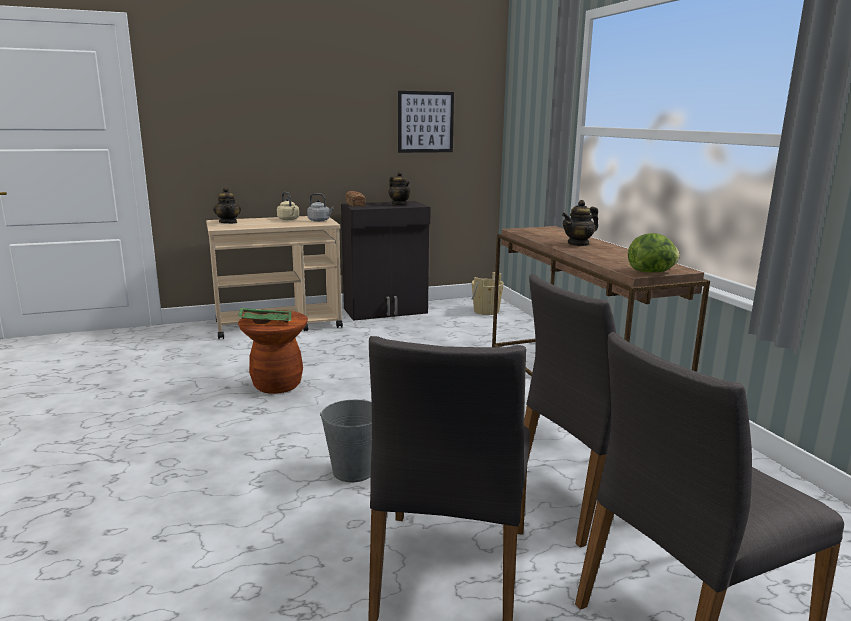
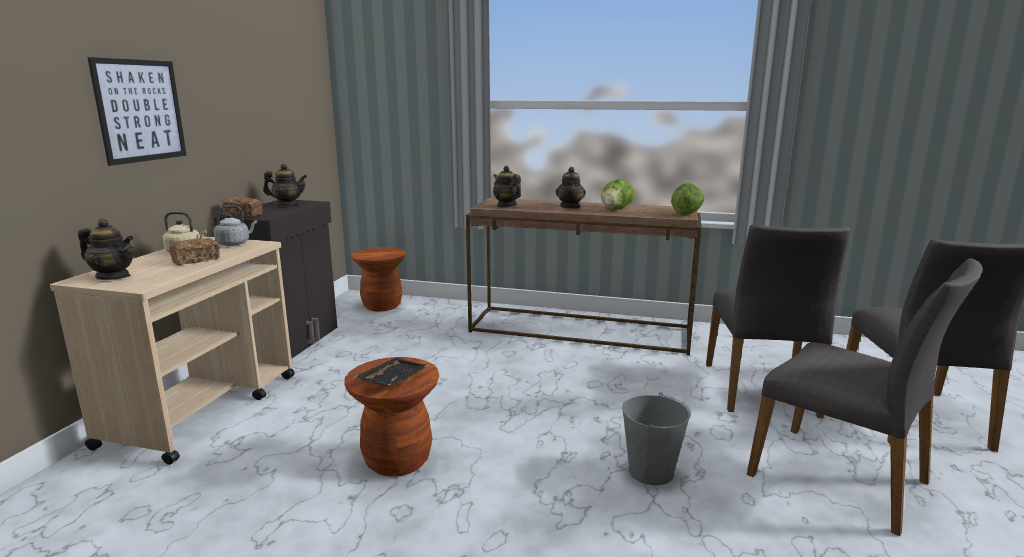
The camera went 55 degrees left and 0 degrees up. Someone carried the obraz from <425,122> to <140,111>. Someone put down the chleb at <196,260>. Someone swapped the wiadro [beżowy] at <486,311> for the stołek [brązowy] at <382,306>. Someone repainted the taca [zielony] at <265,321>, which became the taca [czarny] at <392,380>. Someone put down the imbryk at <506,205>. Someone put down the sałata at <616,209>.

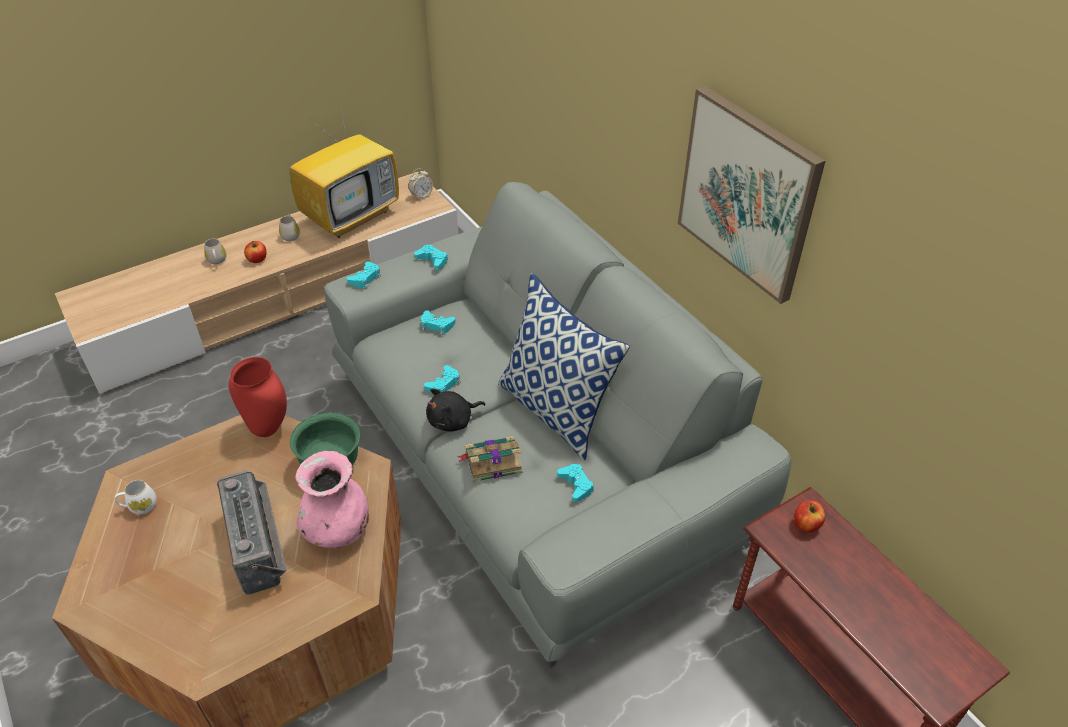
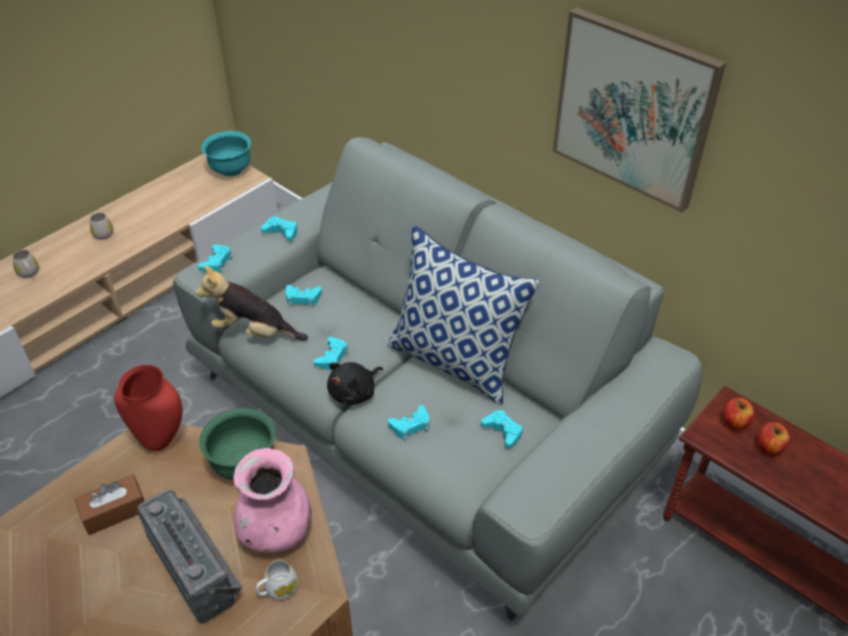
The camera went 15 degrees left and 0 degrees up. Someone put down the pudełko chusteczek [brązowy] at <114,511>. Someone put down the pluszak at <254,332>. Someone swapped the budzik at <421,195> for the miska [turkusowy] at <230,170>. Someone carried the kubek [biały] from <139,506> to <278,590>. Someone swapped the książka at <492,462> for the pad do gier [turkusowy] at <411,426>. Someone carried the jabłko from <257,259> to <769,447>. Someone took away the telewizor at <352,216>.

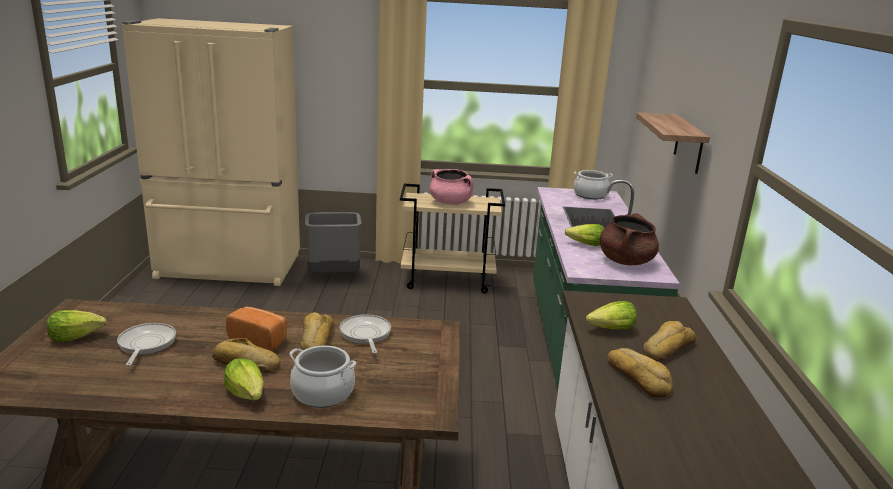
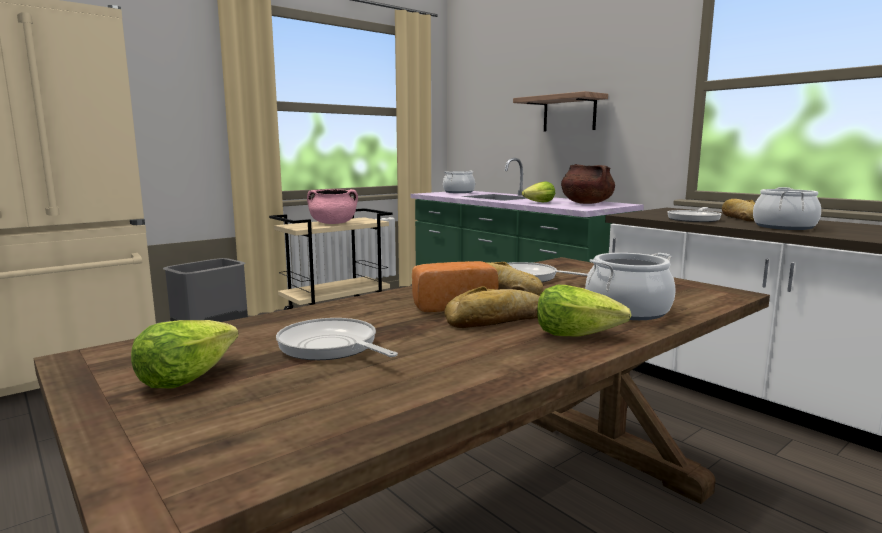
The camera went 40 degrees left and 10 degrees down. Someone swapped the sałata at <611,329> for the patelnia at <694,219>. Someone swapped the chleb at <638,377> for the garnek at <784,227>.

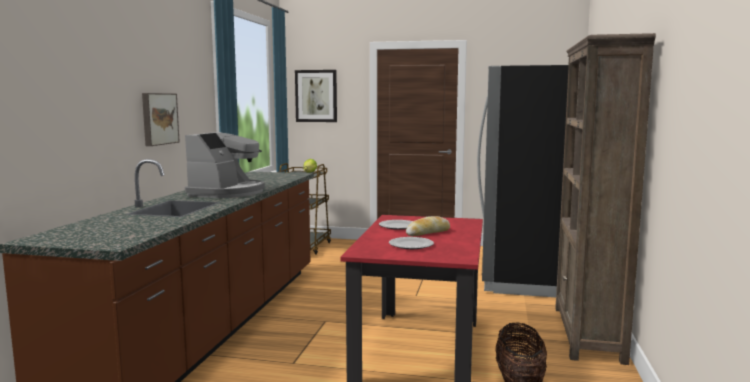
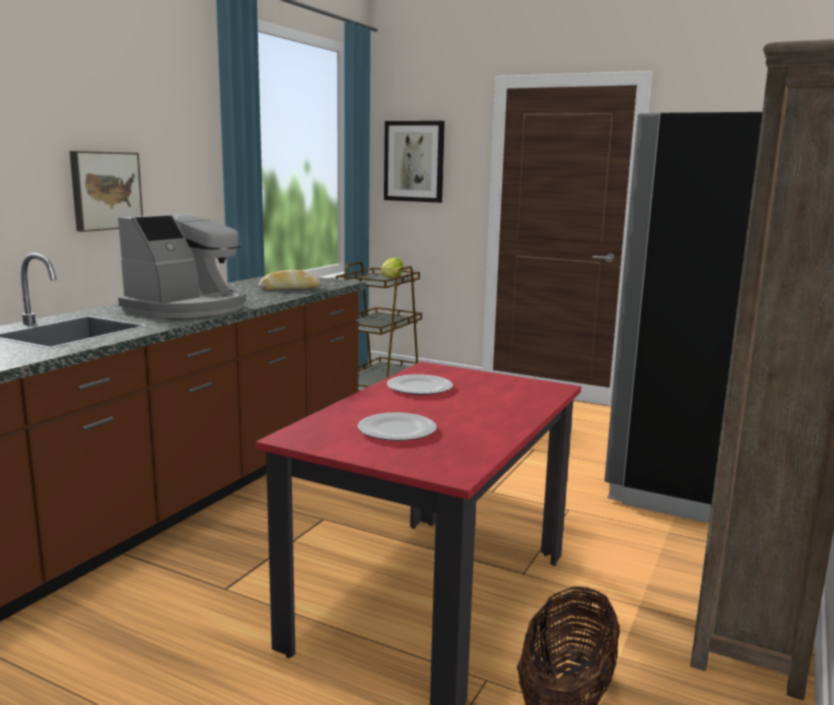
The camera went 15 degrees right and 5 degrees up. Someone carried the chleb from <428,232> to <289,288>.

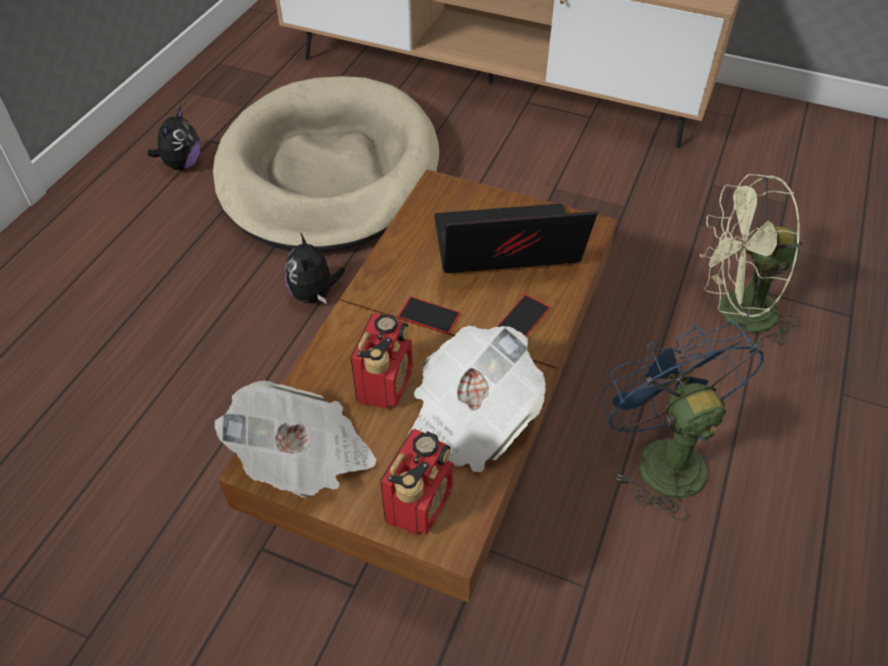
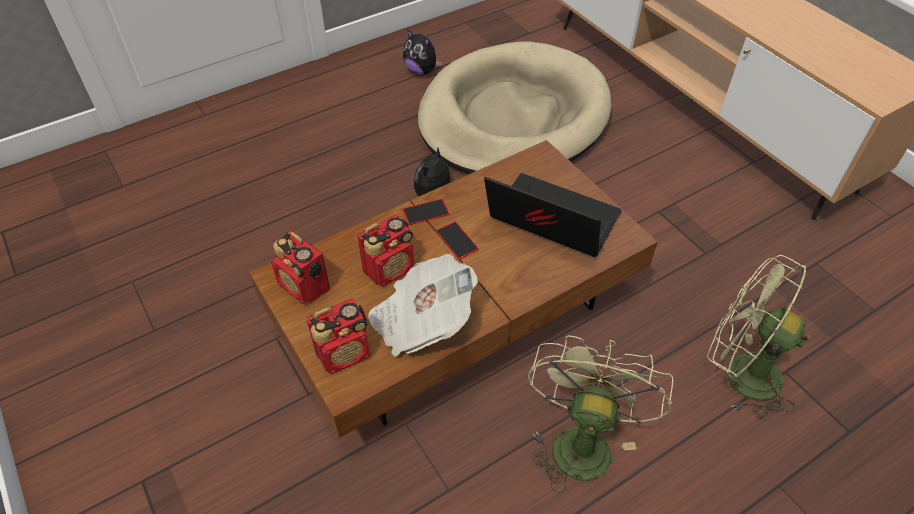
The camera went 35 degrees right and 0 degrees up. Someone swapped the gazeta at <305,458> for the radio at <304,287>. Someone carried the telefon from <523,318> to <425,212>. Someone rotated the pluszak at <182,164> by 75 degrees clockwise. Someone repainted the wentylator [niebieski] at <661,456>, which became the wentylator [zielony] at <580,439>.

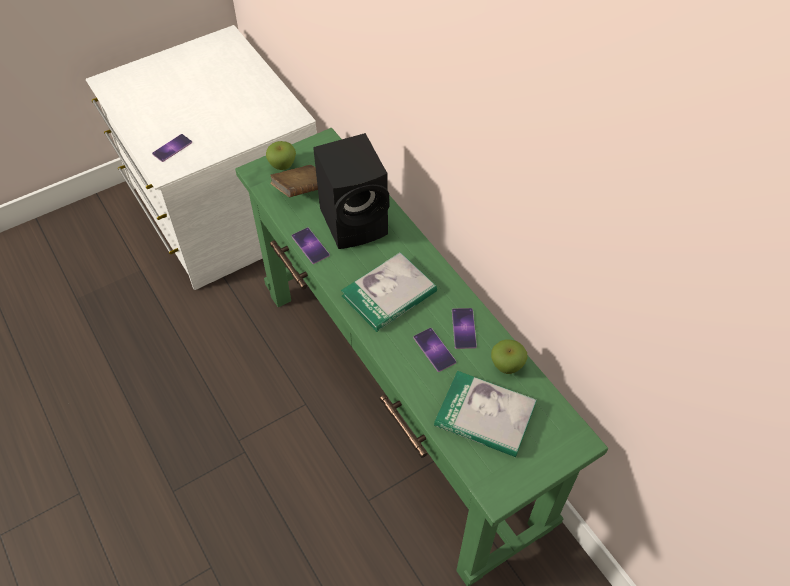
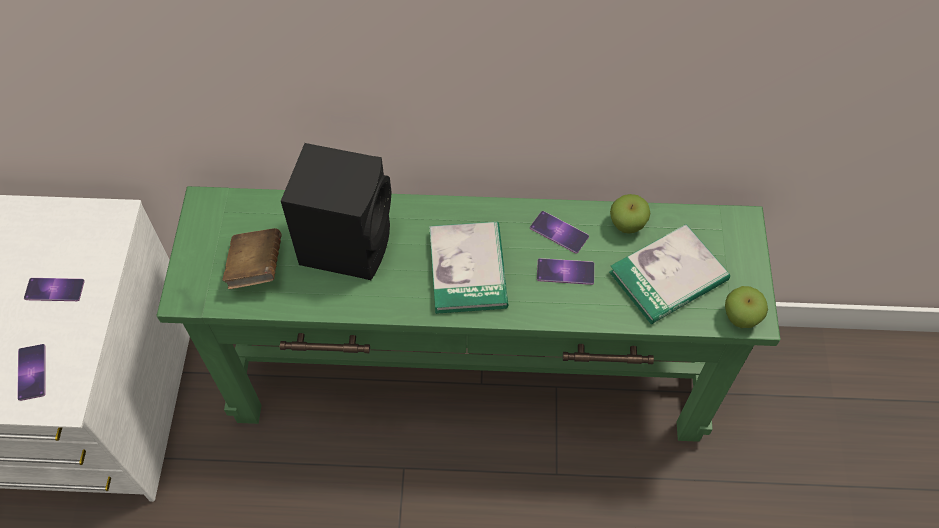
The camera went 55 degrees left and 5 degrees up. Someone carried the telefon from <310,245> to <54,289>. Someone carried the jabłko from <282,165> to <740,317>.

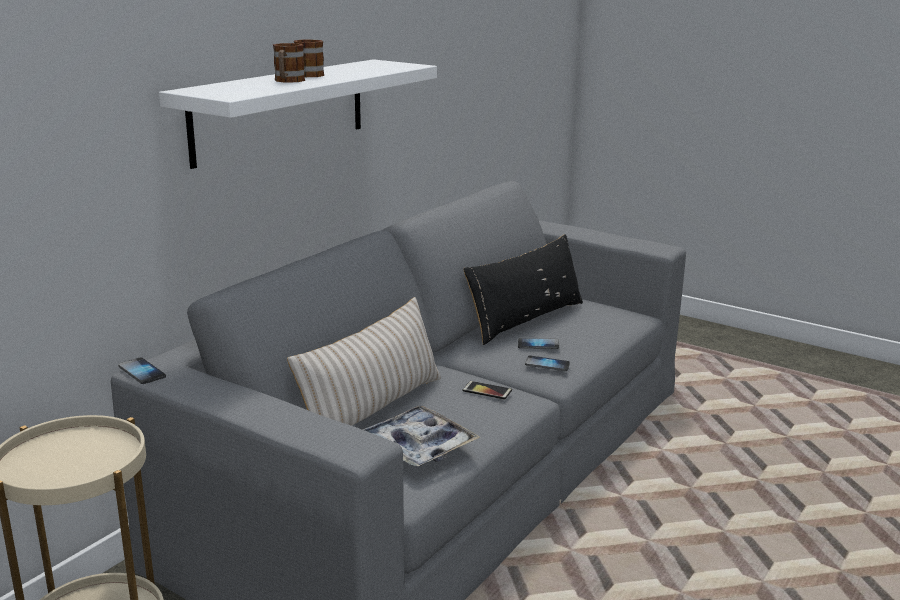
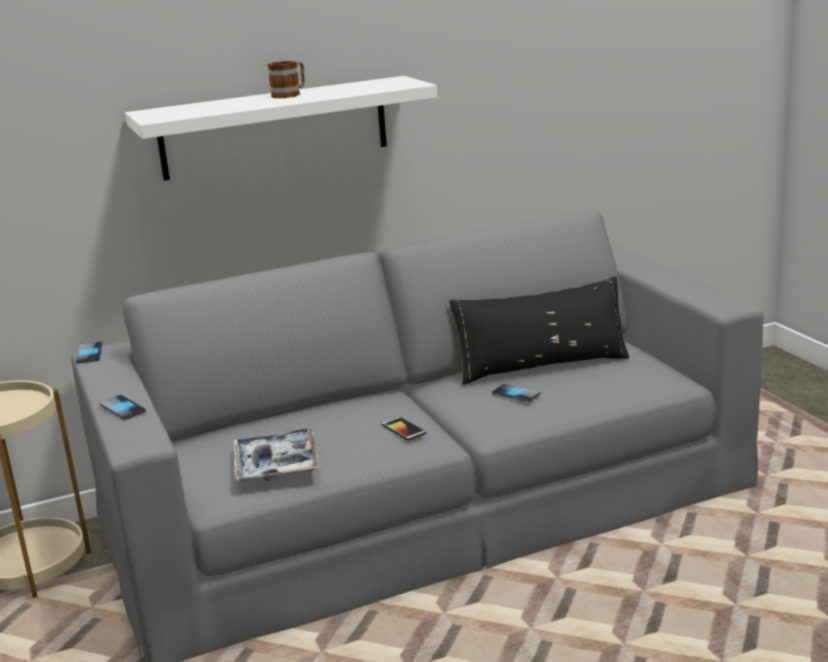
The camera went 35 degrees right and 0 degrees up. Someone carried the telefon from <547,365> to <122,409>. Someone took away the kubek at <288,81>. Someone took away the poduszka [beżowy] at <372,408>.

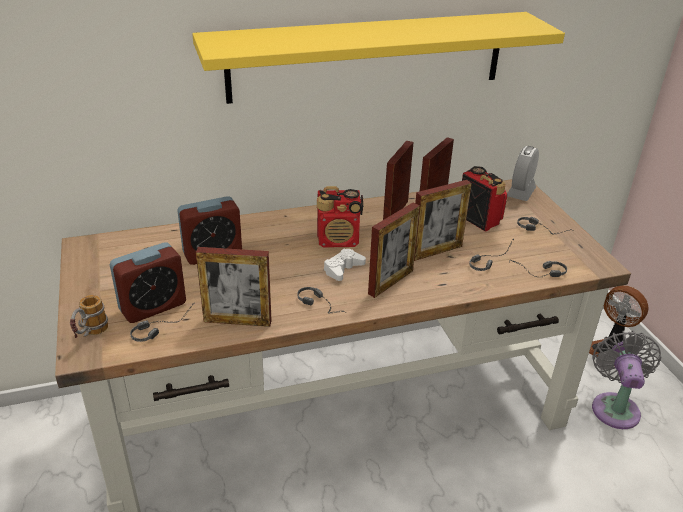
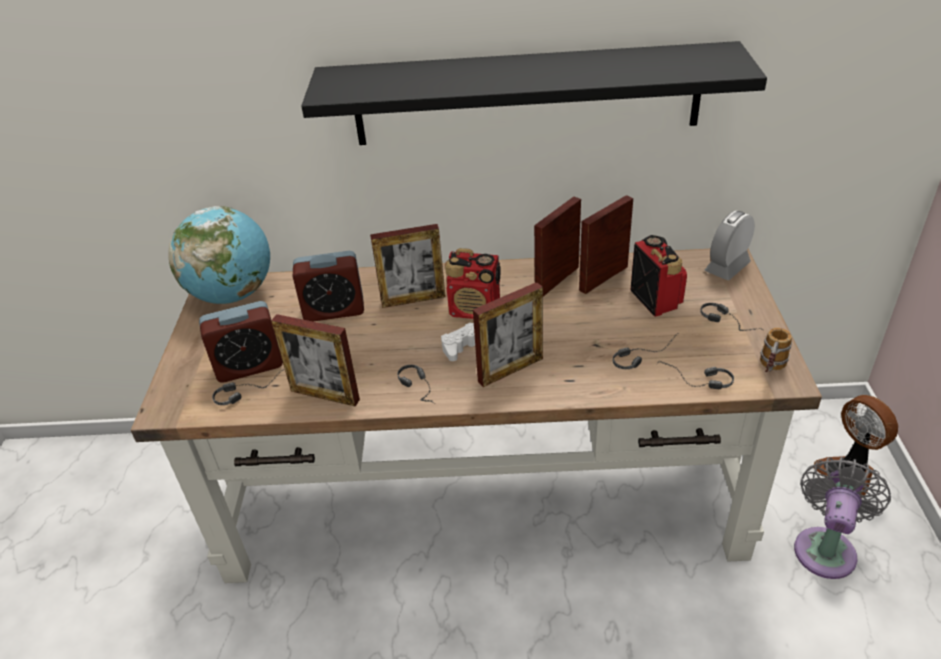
The camera went 20 degrees right and 5 degrees up. Someone put down the globus at <233,294>. Someone repainted the półka [żółty] at <368,56>, which became the półka [czarny] at <526,95>. Someone carried the ramka na zdjęcie from <436,251> to <413,300>. Someone carried the kubek from <90,335> to <770,369>.

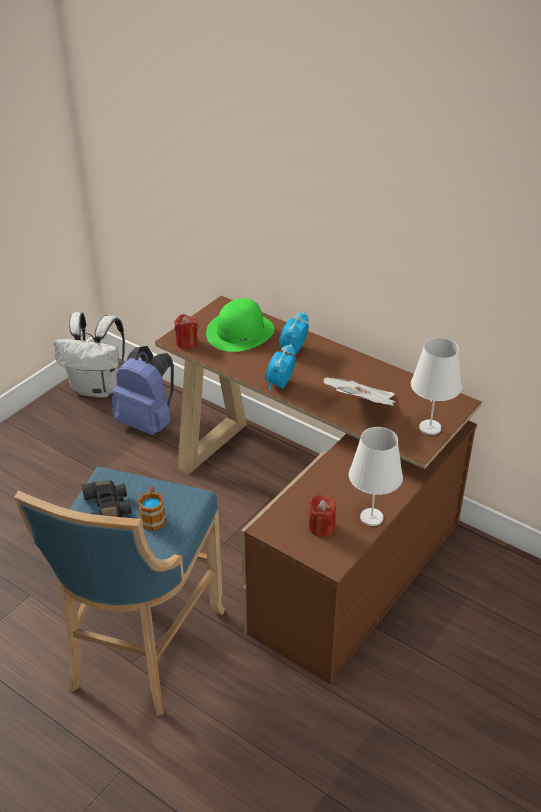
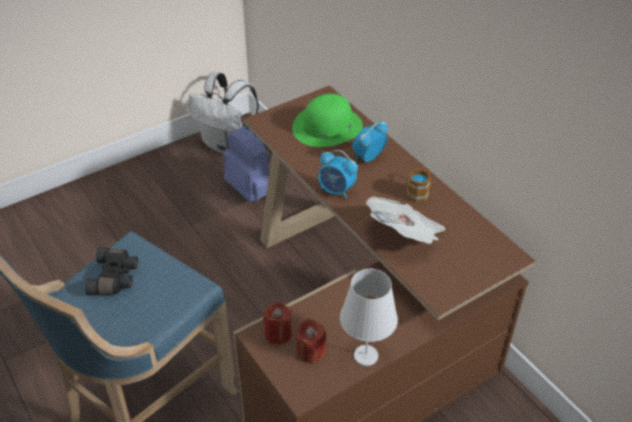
The camera went 20 degrees right and 5 degrees up. Someone carried the świeca [czerwony] from <186,343> to <278,333>. Someone rotated the budzik at <280,384> by 105 degrees counterclockwise. Someone carried the kubek from <153,517> to <418,191>. Someone took away the lampa stołowa [biały] at <429,427>.

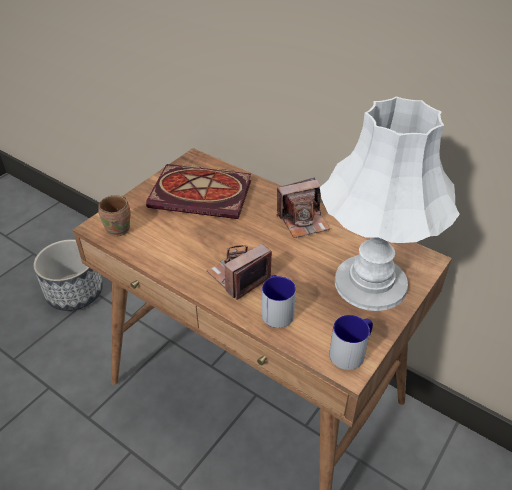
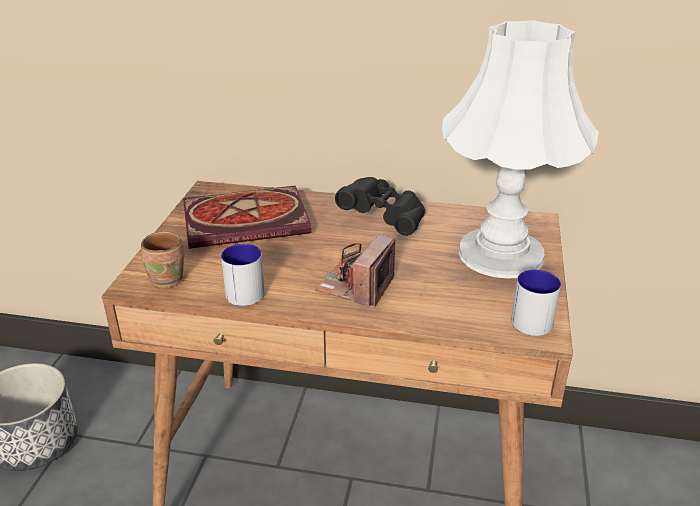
The camera went 25 degrees left and 10 degrees down. Someone carried the kubek from <276,310> to <241,290>. Someone swapped the aparat fotograficzny at <303,221> for the lornetka [czarny] at <384,218>.

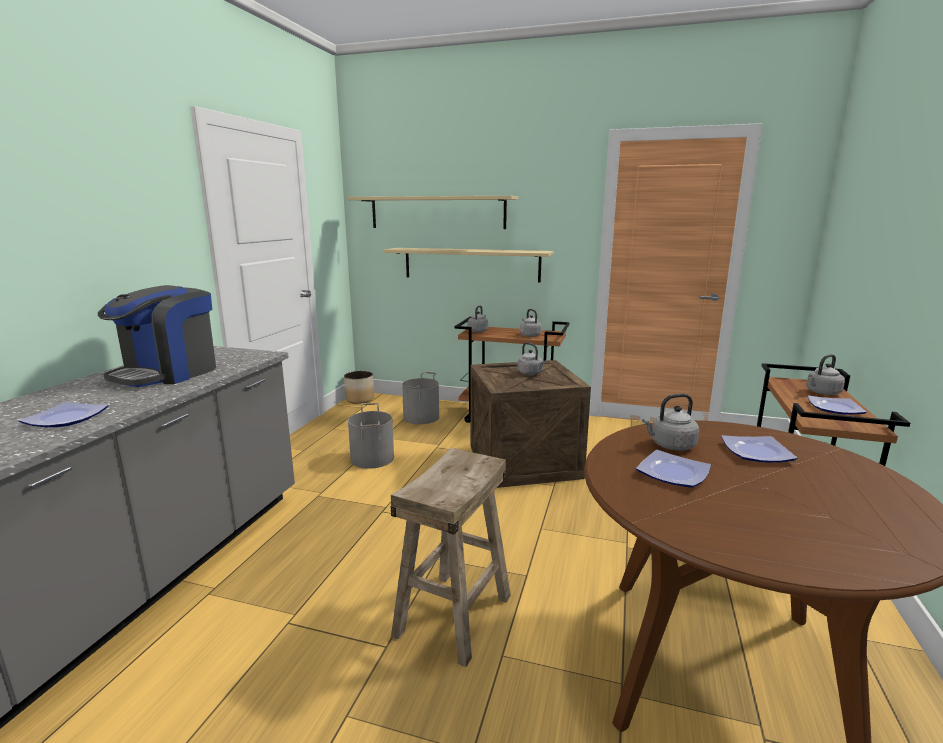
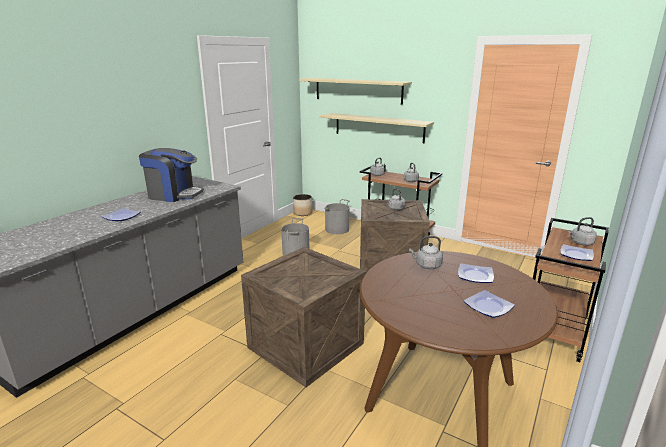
The camera went 15 degrees right and 5 degrees up. Someone rotated the ekspres do kawy at <168,373> by 120 degrees counterclockwise. Someone swapped the stołek [beżowy] at <453,614> for the skrzynka at <306,344>. Someone carried the talerz from <672,472> to <488,306>.

